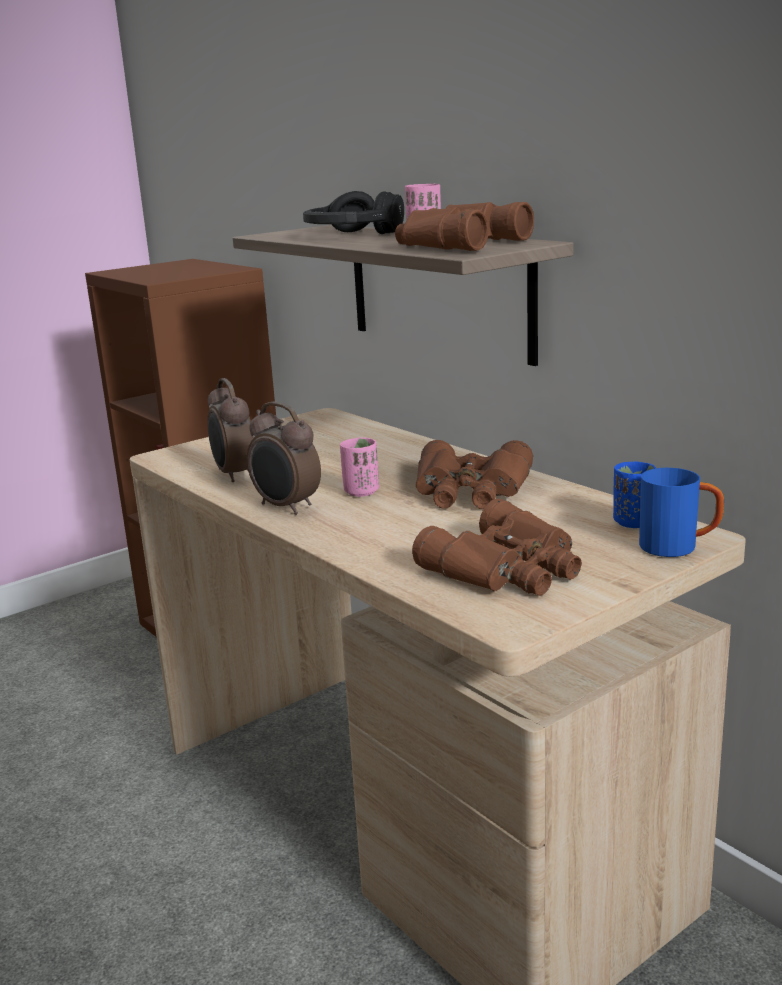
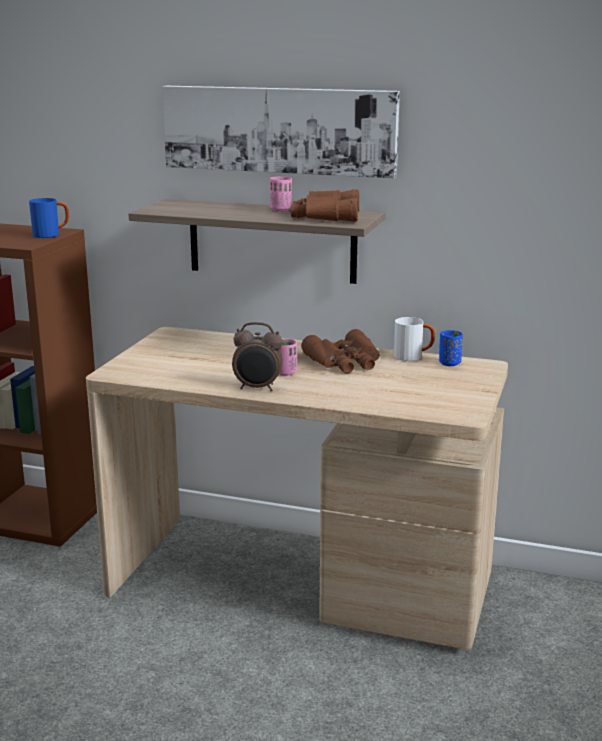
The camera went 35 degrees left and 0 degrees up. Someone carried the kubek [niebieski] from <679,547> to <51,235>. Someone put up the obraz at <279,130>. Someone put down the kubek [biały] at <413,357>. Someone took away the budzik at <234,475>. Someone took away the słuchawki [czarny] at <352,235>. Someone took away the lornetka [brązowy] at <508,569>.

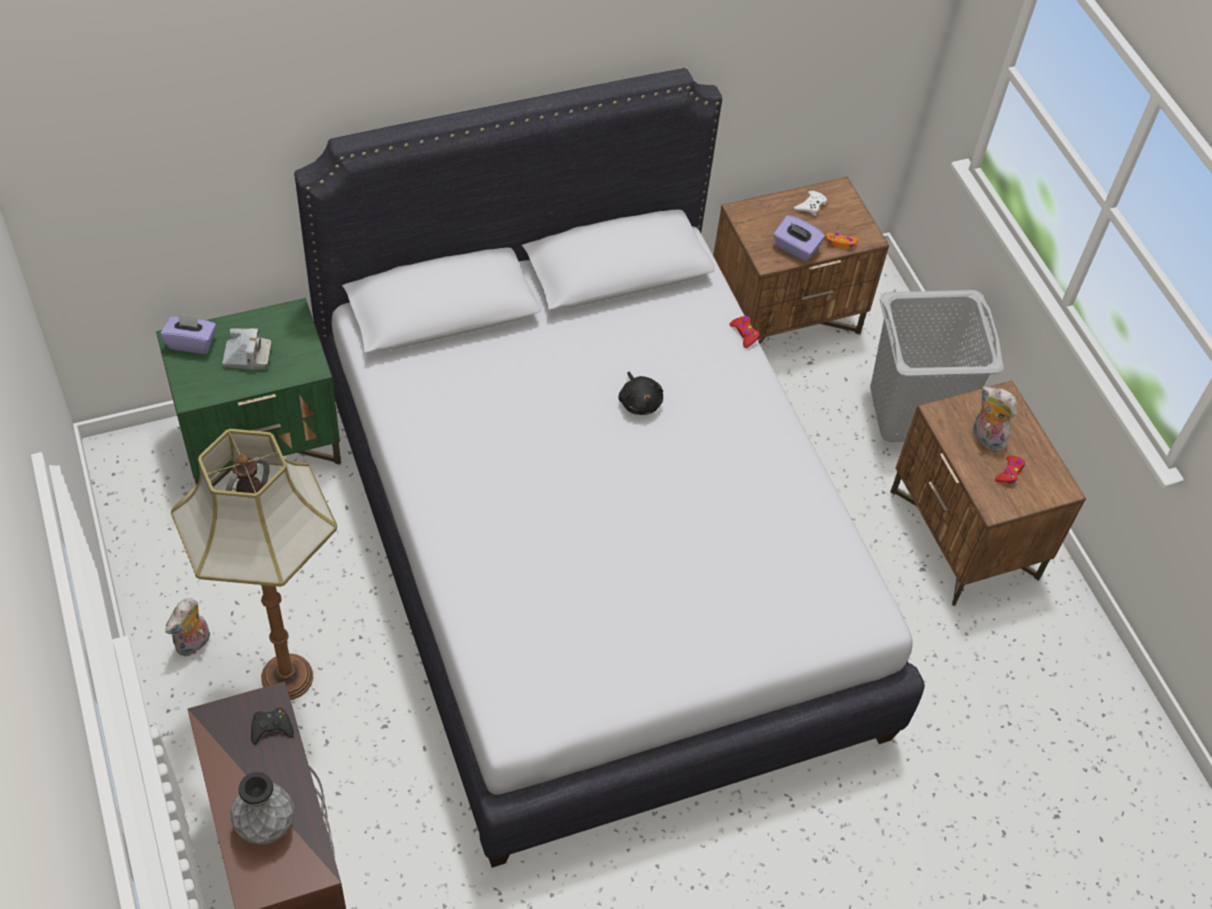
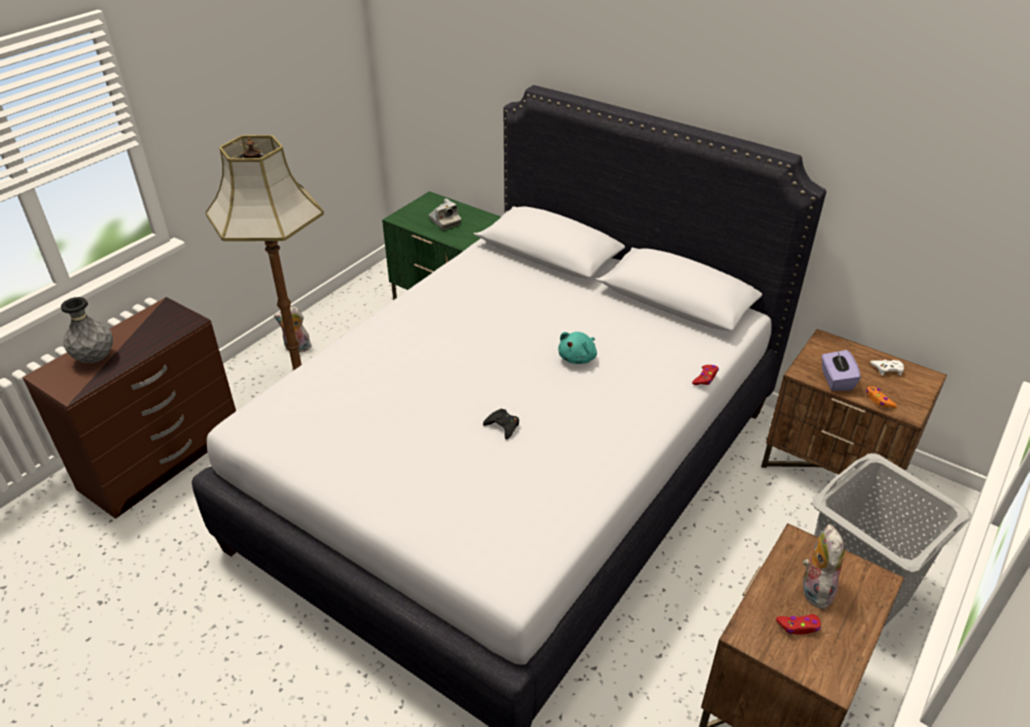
The camera went 60 degrees right and 15 degrees down. Someone carried the pad do gier [czarny] from <271,728> to <503,426>. Someone repainted the pluszak [czarny] at <639,402>, which became the pluszak [turkusowy] at <578,358>. Someone took away the pudełko chusteczek [fioletowy] at <191,343>.

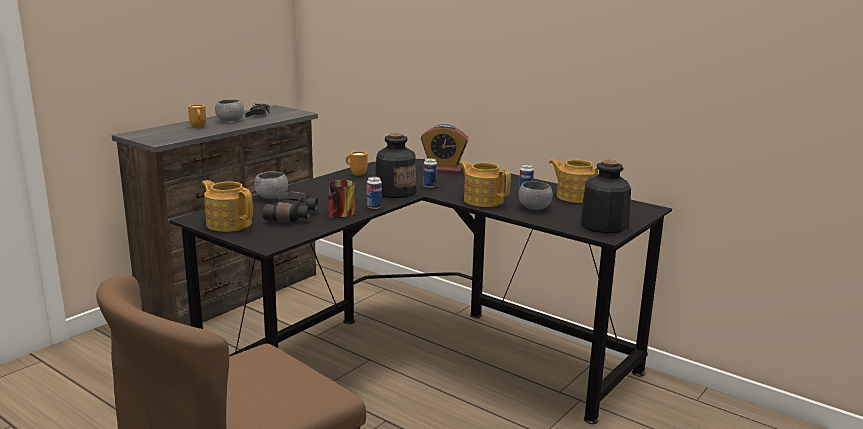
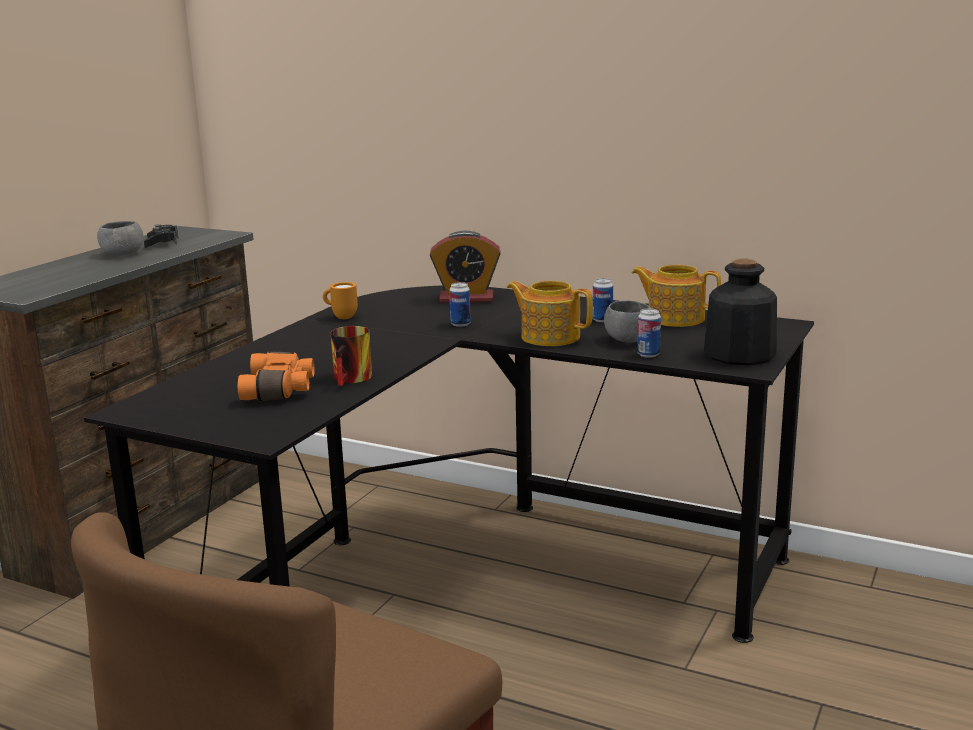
The camera went 10 degrees left and 0 degrees up. Someone repainted the lornetka [czarny] at <293,216>, which became the lornetka [pomarańczowy] at <280,389>. Someone carried the puszka from <374,207> to <648,354>. Someone took away the kubek [pomarańczowy] at <198,127>. Someone took away the imbryk at <229,223>. Someone took away the miska [szary] at <272,197>. Someone took away the butelka at <395,192>.

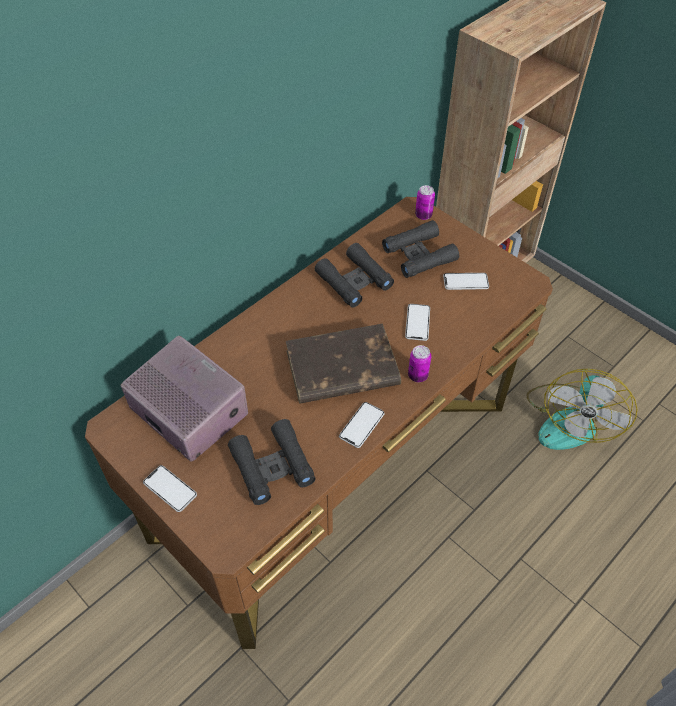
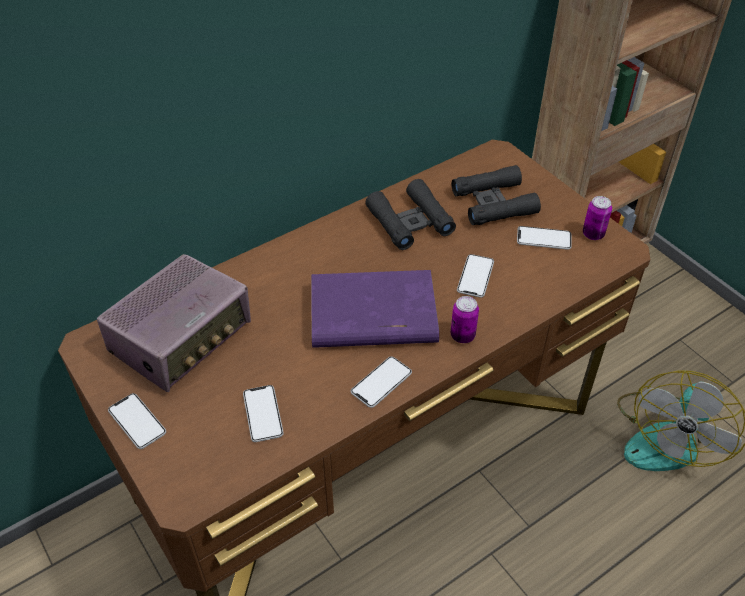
The camera went 10 degrees right and 5 degrees down. Someone rotated the radio at <188,411> by 75 degrees clockwise. Someone swapped the lornetka [czarny] at <272,466> for the telefon at <263,414>. Someone repainted the książka [brązowy] at <341,369>, which became the książka [fioletowy] at <371,316>. Someone carried the puszka from <423,215> to <593,234>.

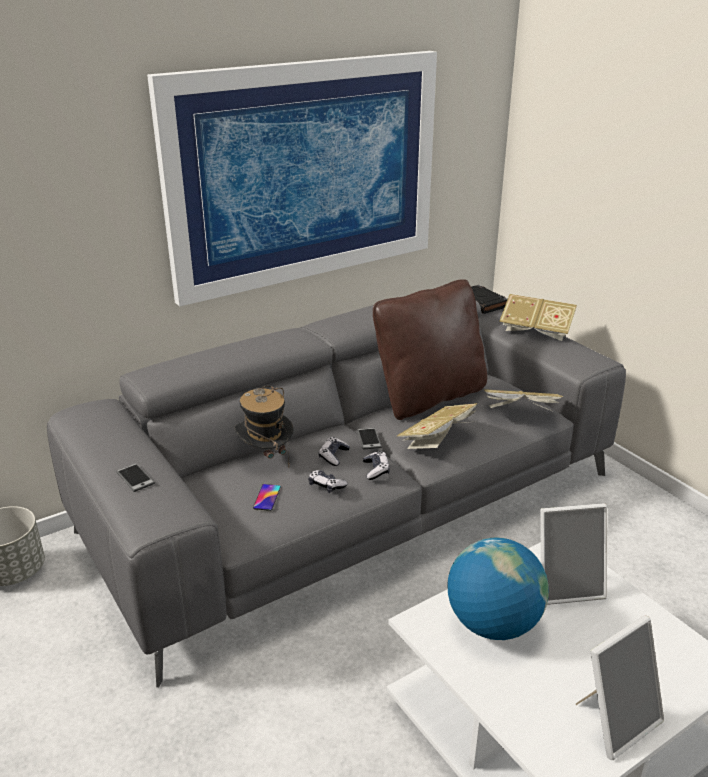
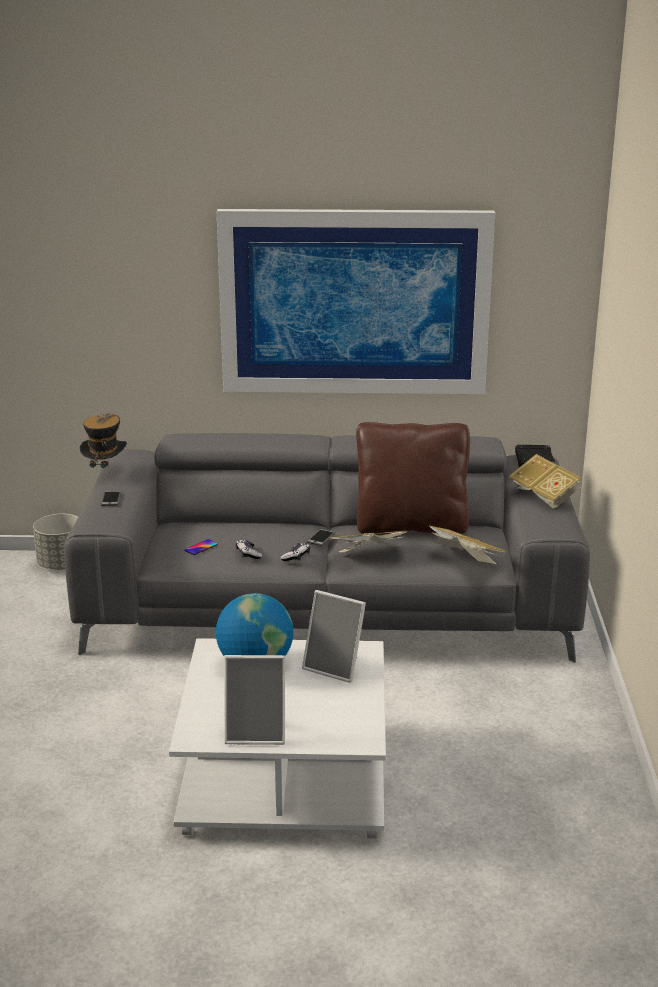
The camera went 35 degrees right and 5 degrees down. Someone carried the kapelusz from <266,457> to <105,472>. Someone took away the pad do gier at <333,456>.

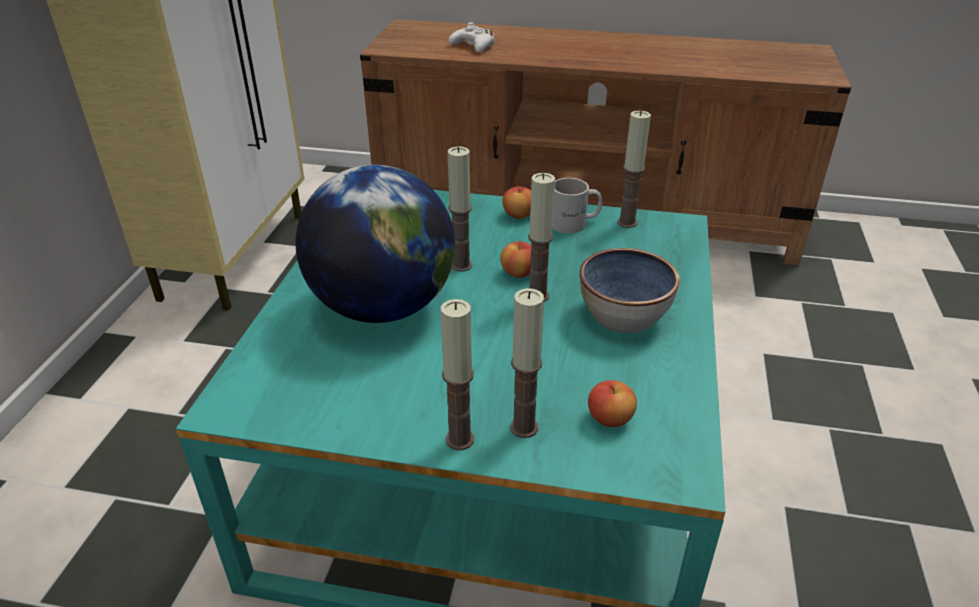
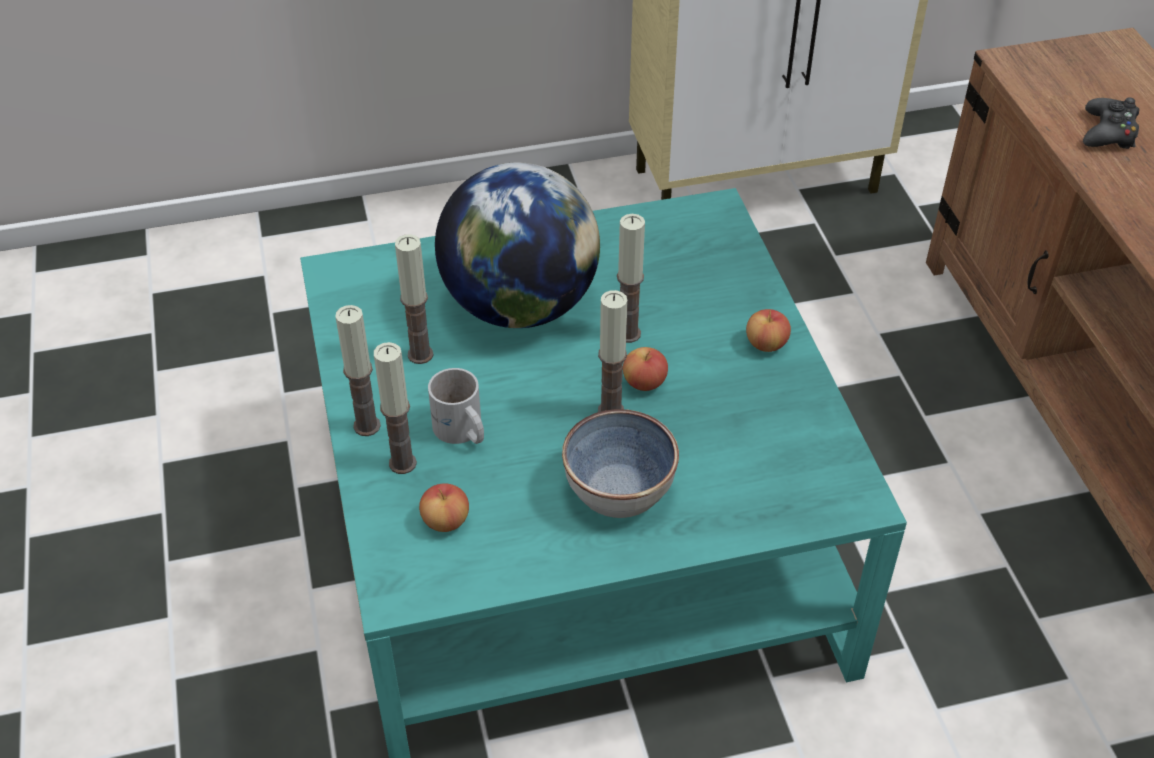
The camera went 65 degrees right and 10 degrees up. Someone carried the świeca from <627,222> to <420,354>. Someone carried the kubek [biały] from <575,223> to <460,432>. Someone repainted the pad do gier [biały] at <473,46>, which became the pad do gier [czarny] at <1108,133>.

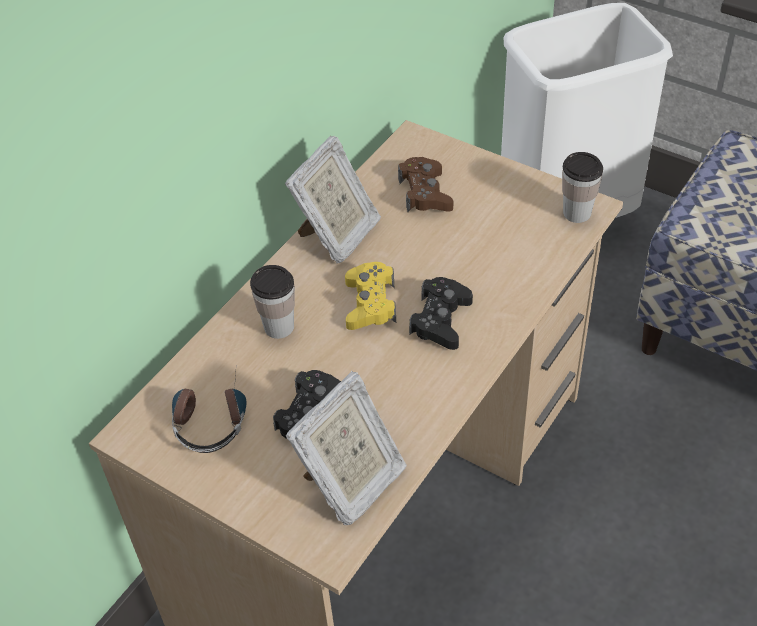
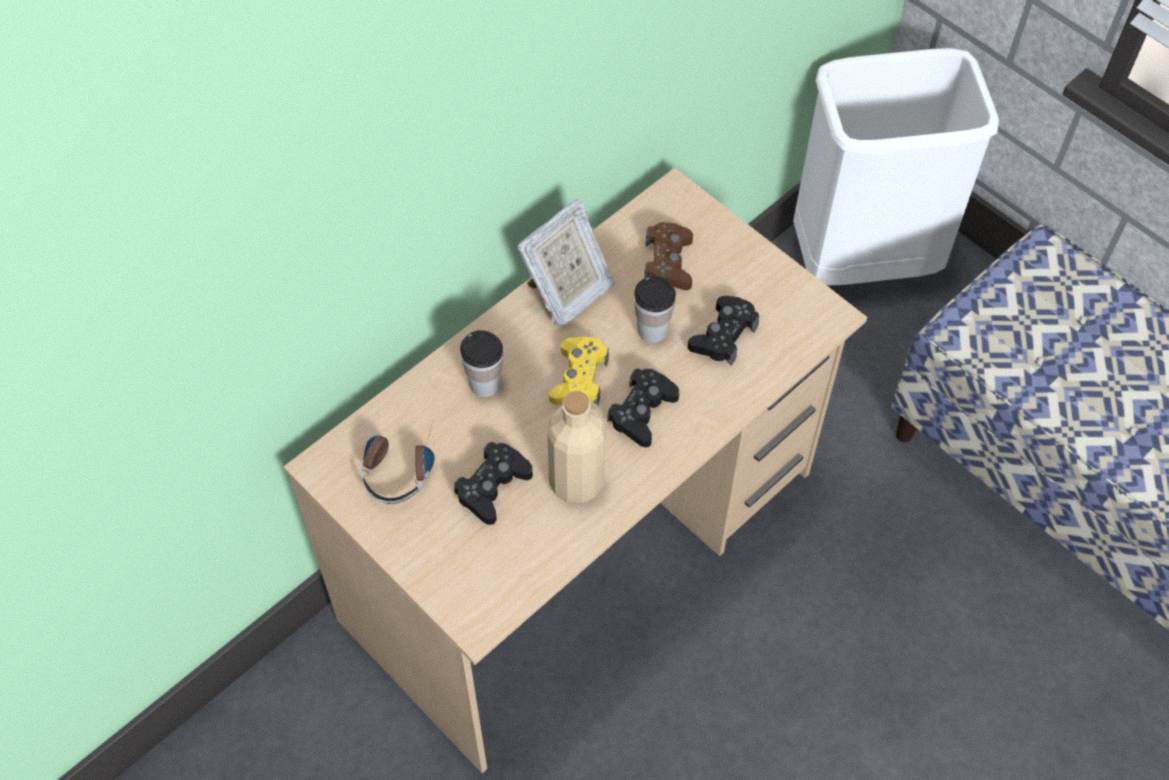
The camera went 10 degrees right and 10 degrees up. Someone put down the butelka [beżowy] at <576,482>. Someone carried the filiżanka from <577,213> to <652,330>. Someone put down the pad do gier [czarny] at <723,335>. Someone took away the ramka na zdjęcie at <352,483>.

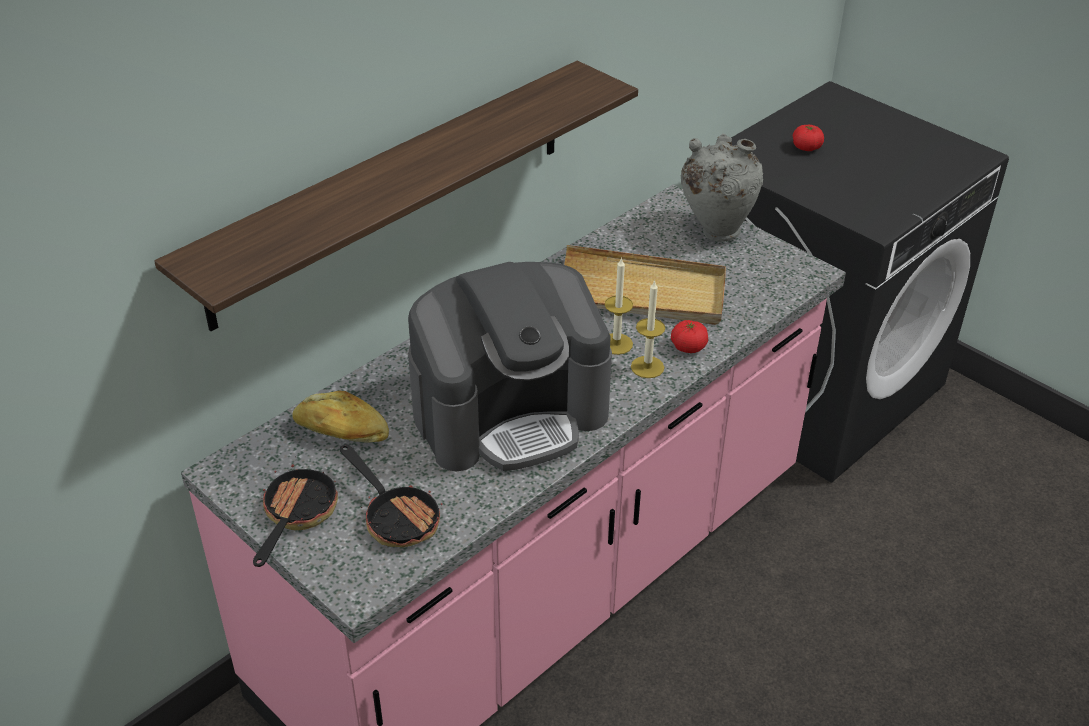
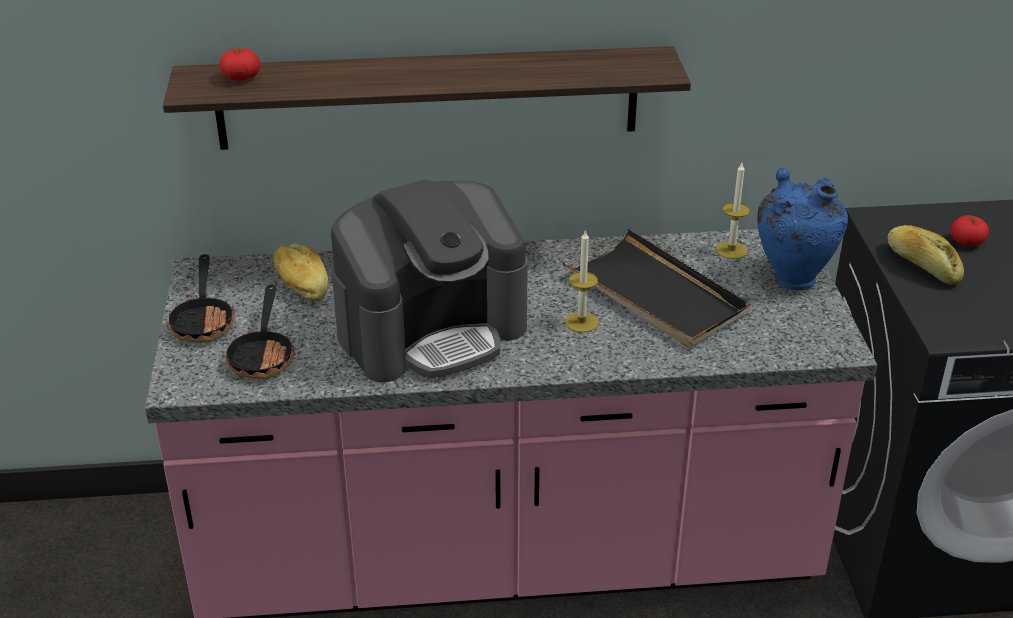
The camera went 40 degrees right and 5 degrees down. Someone rotated the patelnia at <296,515> by 120 degrees clockwise. Someone carried the pomidor from <688,347> to <241,77>. Someone rotated the ekspres do kawy at <510,413> by 45 degrees counterclockwise. Someone repainted the taca [beżowy] at <641,292>, which became the taca [czarny] at <656,295>. Someone carried the świeca from <647,367> to <731,250>. Someone repainted the wazon [szary] at <716,230>, which became the wazon [niebieski] at <793,278>. Someone put down the chleb at <922,265>.

